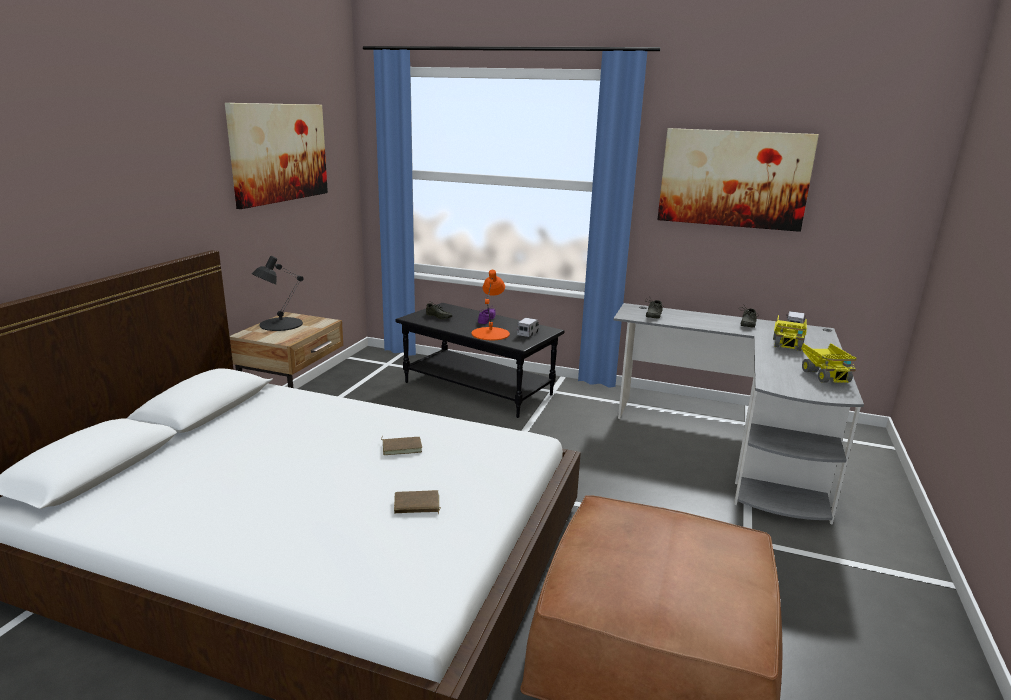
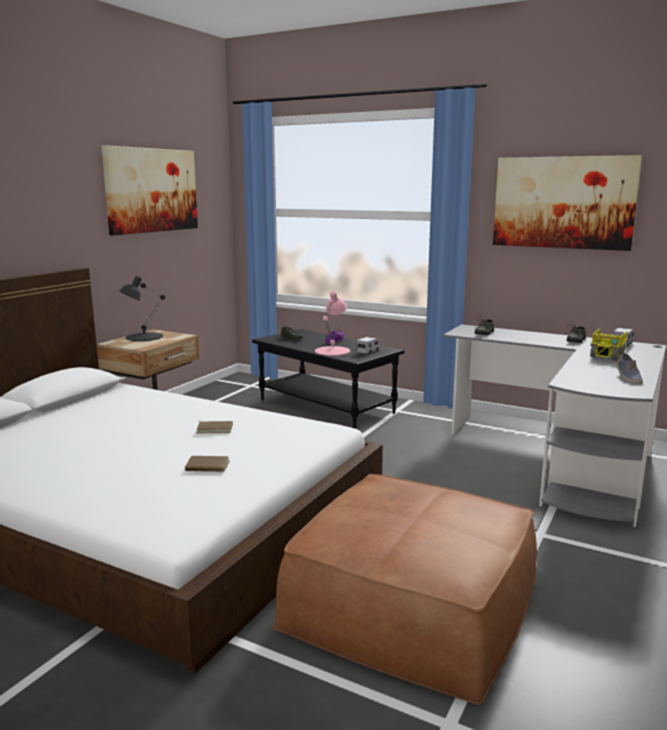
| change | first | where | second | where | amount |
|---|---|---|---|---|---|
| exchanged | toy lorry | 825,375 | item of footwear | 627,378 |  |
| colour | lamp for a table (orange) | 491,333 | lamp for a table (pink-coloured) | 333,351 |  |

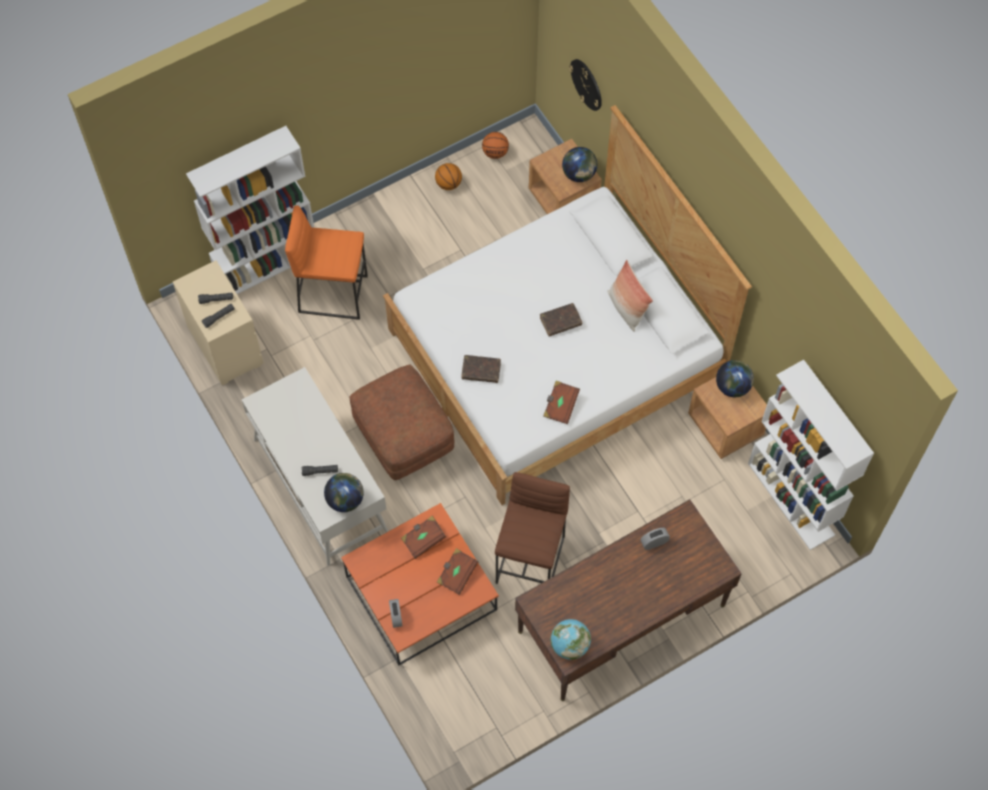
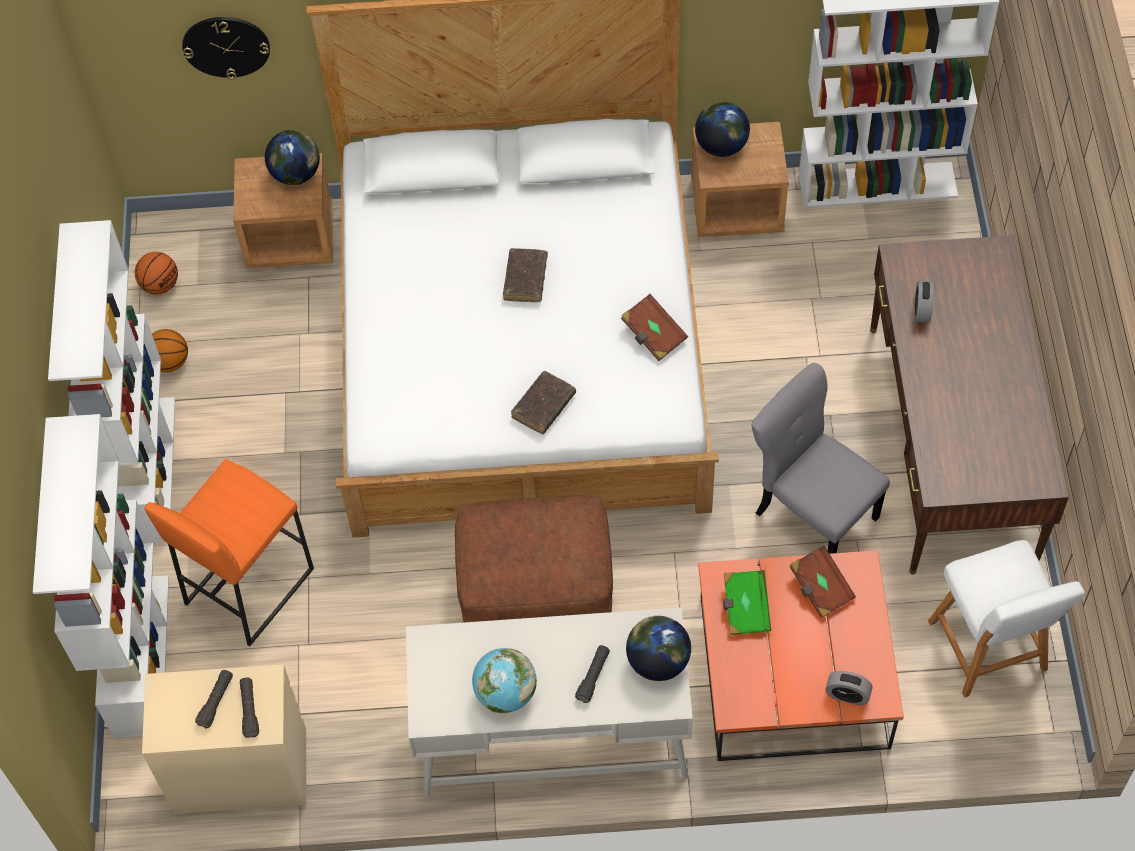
| change | first | where | second | where | amount |
|---|---|---|---|---|---|
| missing | pillow | 626,308 |  |  |  |
| appeared |  |  | bookshelf (whitish) | 148,469 |  |
| appeared |  |  | stool (whitish) | 990,650 |  |
| relocated | globe | 569,645 |  | 505,693 |  |
| exchanged | stool (brown-coloured) | 531,560 | chair (grey) | 813,512 |  |
| colour | book (brown-coloured) | 423,539 | book (green-coloured) | 745,608 |  |

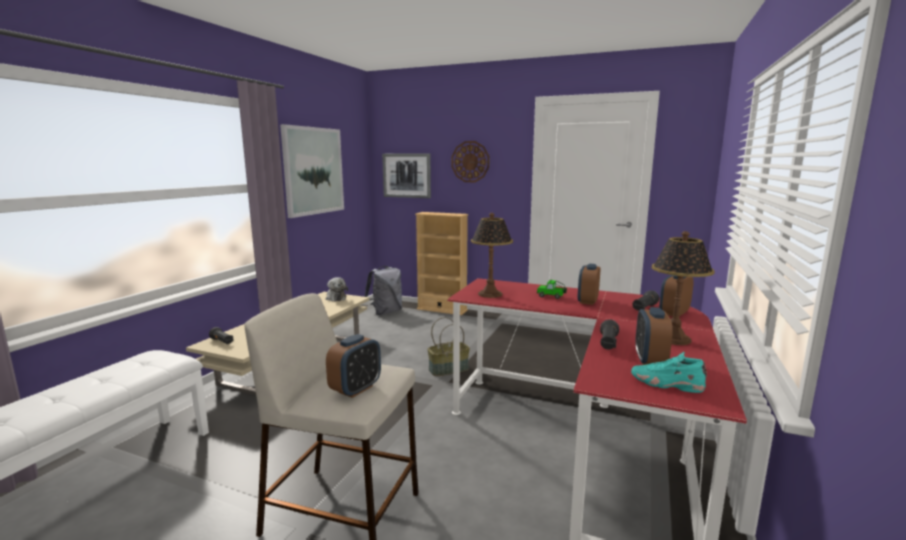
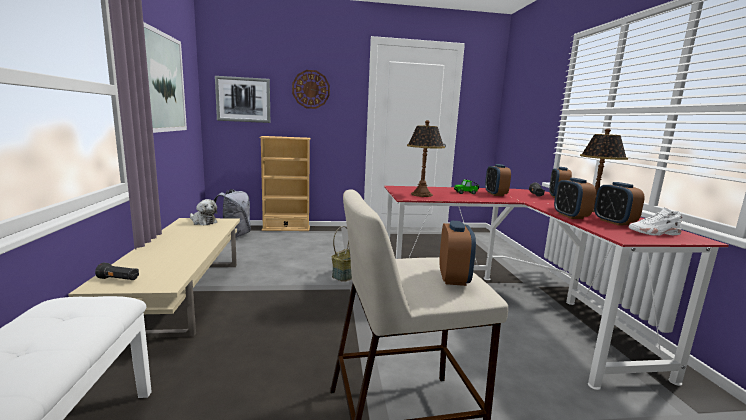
| change | first | where | second | where | amount |
|---|---|---|---|---|---|
| exchanged | hand torch (blackish) | 608,344 | table clock | 570,216 |  |
| colour | item of footwear (blue-green) | 666,384 | item of footwear (whitish) | 654,233 |  |

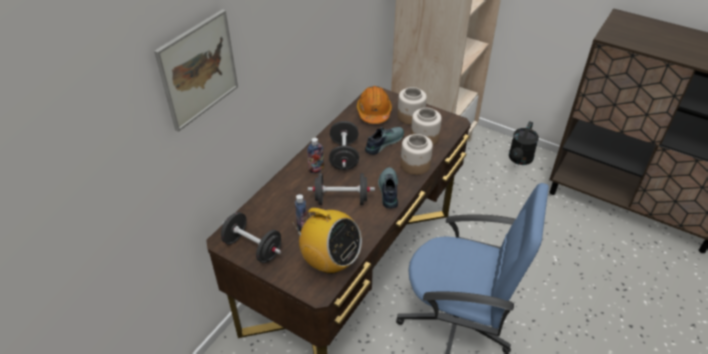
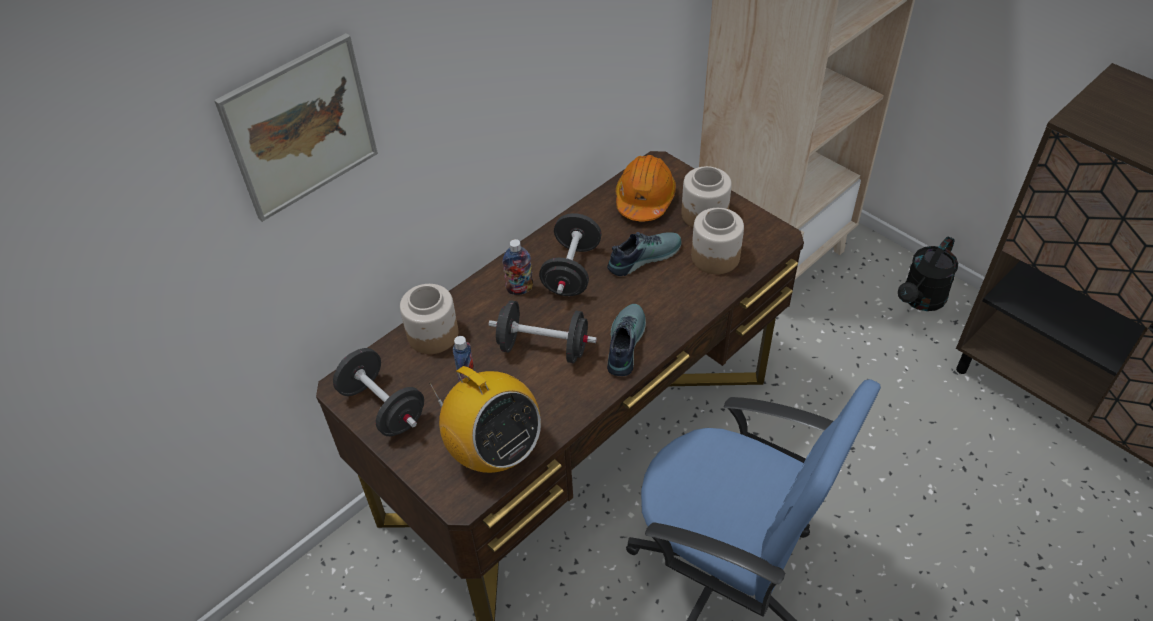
| change | first | where | second | where | amount |
|---|---|---|---|---|---|
| relocated | preserve jar | 415,165 |  | 432,335 |  |

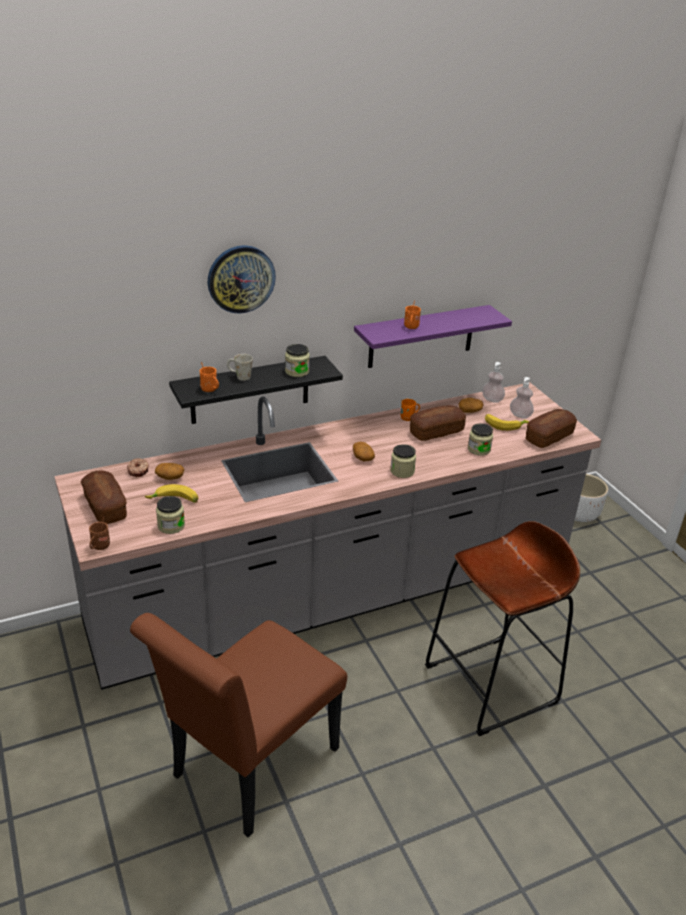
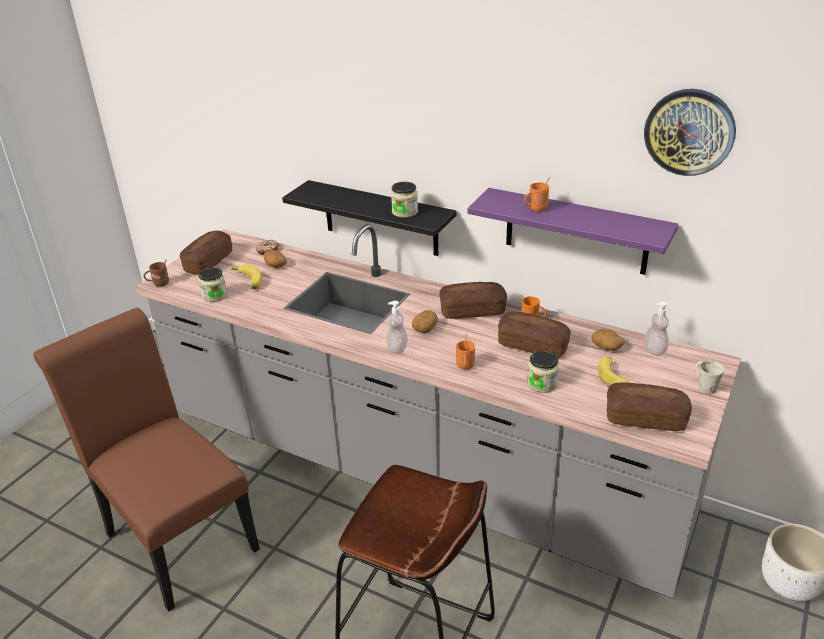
| change | first | where | second | where | amount |
|---|---|---|---|---|---|
| missing | preserve jar | 402,471 |  |  |  |
| appeared |  |  | baked bread | 472,311 |  |
| relocated | tea mug (orange) | 210,390 |  | 465,367 |  |
| relocated | hanging clock | 241,279 |  | 689,132 |  |
| relocated | tea mug (whitish) | 239,376 |  | 703,386 |  |
| relocated | soap bottle | 520,415 |  | 397,348 |  |
| spun | chair (brown-coloured) | 248,769 |  | 175,535 | 45 degrees clockwise |

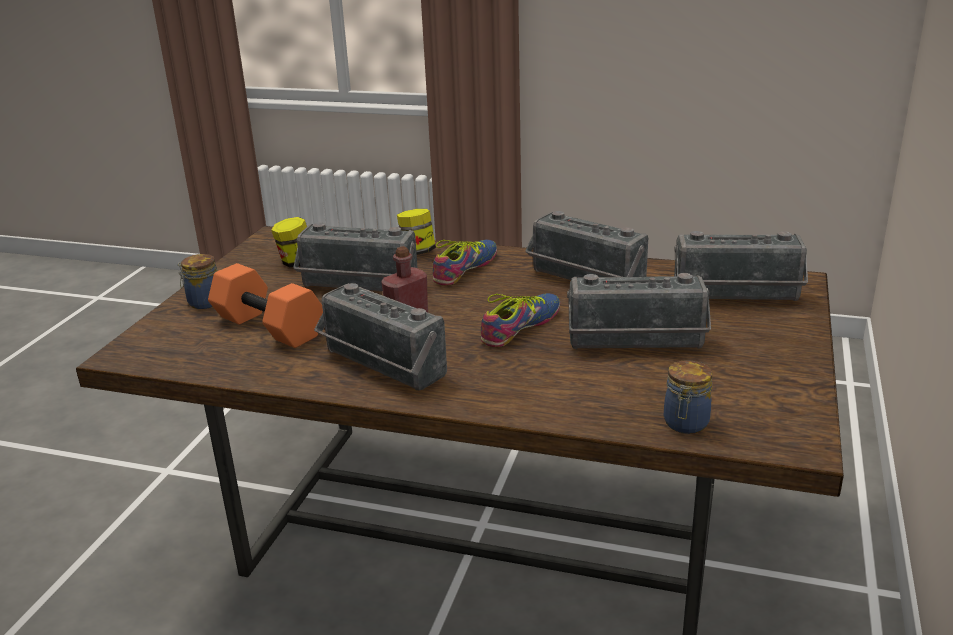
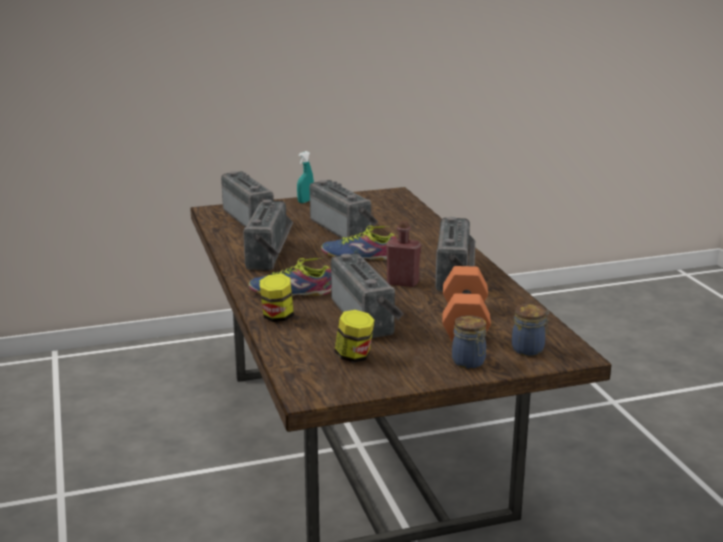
| change | first | where | second | where | amount |
|---|---|---|---|---|---|
| appeared |  |  | sprayer (blue-green) | 305,201 |  |
| relocated | preserve jar | 685,424 |  | 529,349 |  |

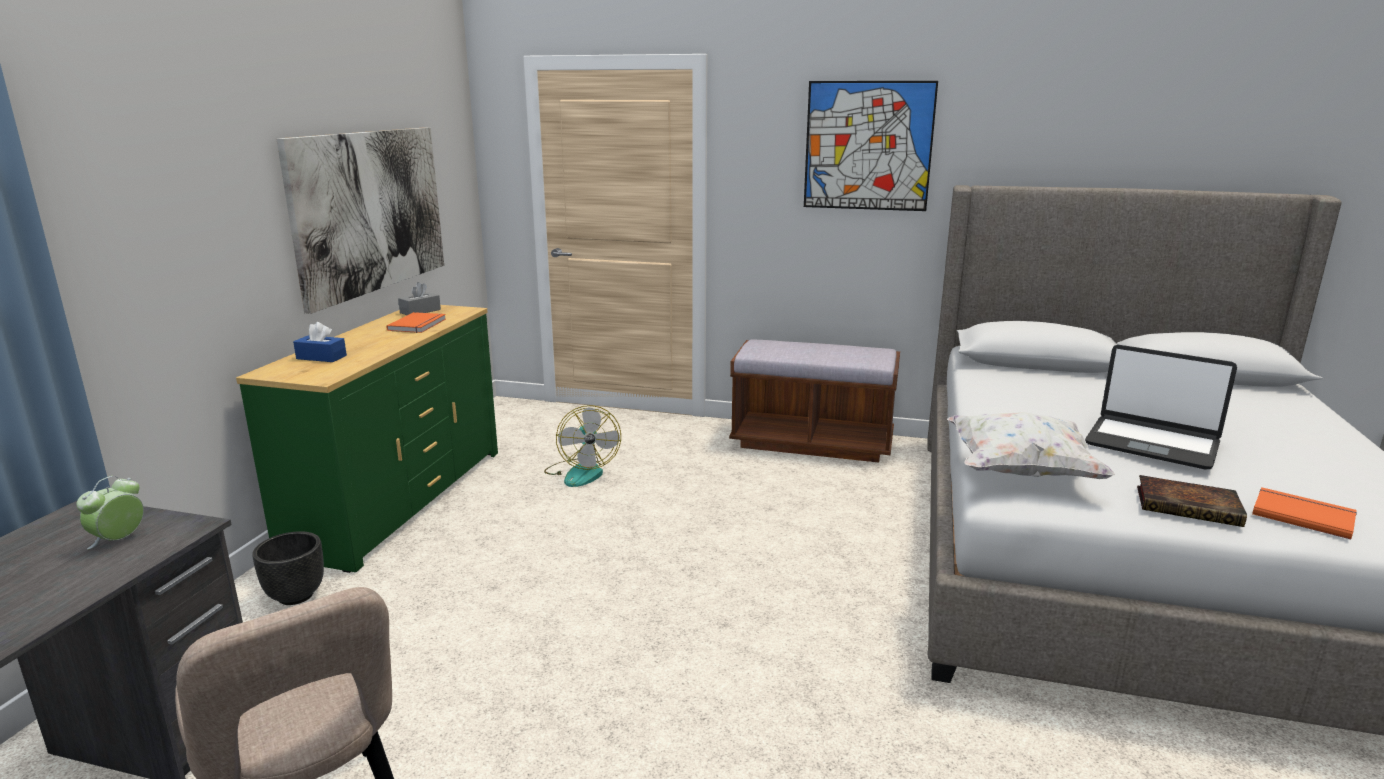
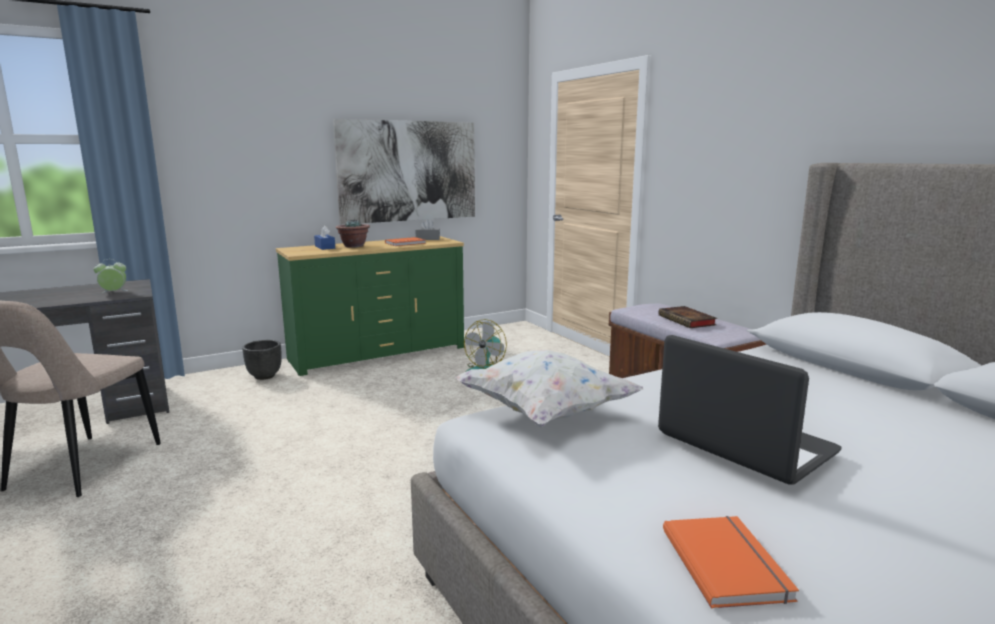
| change | first | where | second | where | amount |
|---|---|---|---|---|---|
| missing | wall picture | 868,146 |  |  |  |
| appeared |  |  | potted plant | 353,246 |  |
| relocated | book | 1190,507 |  | 688,321 |  |
| spun | notebook computer | 1152,443 |  | 745,445 | 150 degrees clockwise |

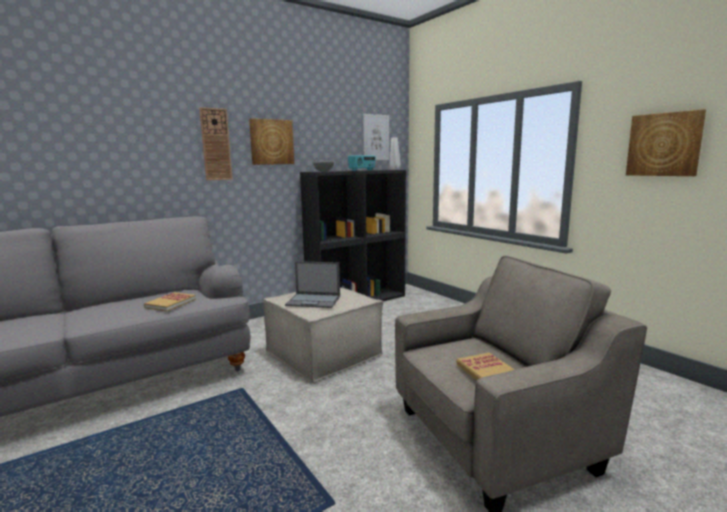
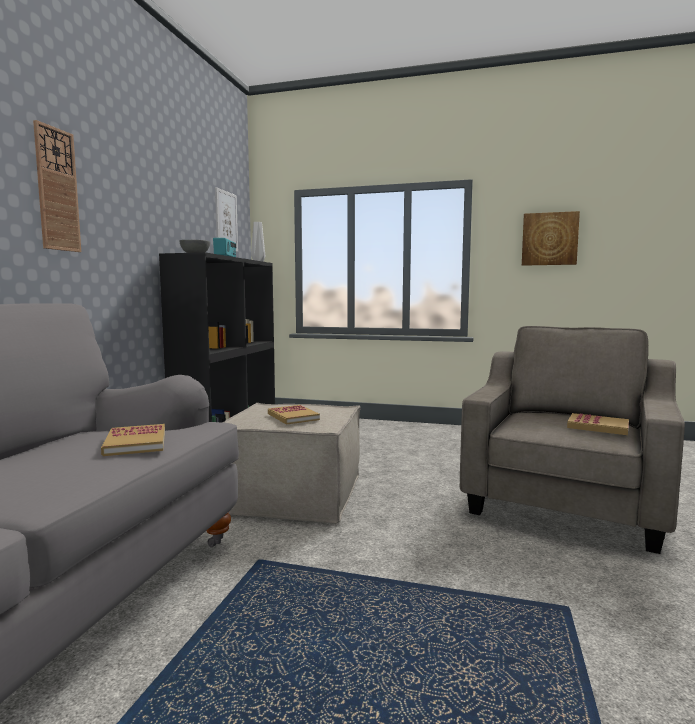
| change | first | where | second | where | amount |
|---|---|---|---|---|---|
| missing | wall picture | 271,142 |  |  |  |
| exchanged | notebook computer | 314,301 | book | 293,417 |  |

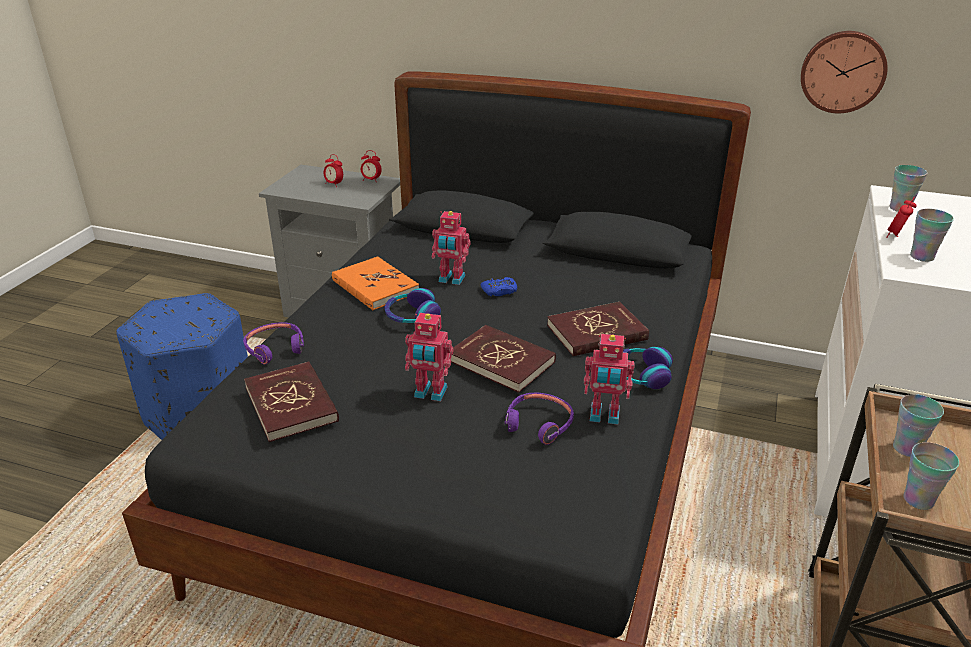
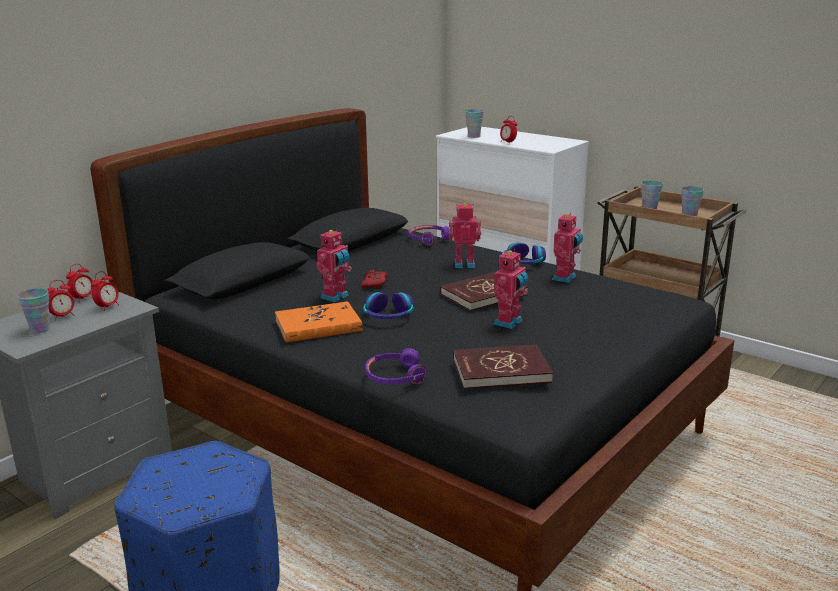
| change | first | where | second | where | amount |
|---|---|---|---|---|---|
| missing | hanging clock | 843,71 |  |  |  |
| appeared |  |  | table clock | 107,307 |  |
| relocated | headphones (purplish) | 539,424 |  | 428,239 |  |
| relocated | cup | 922,256 |  | 40,329 |  |
| exchanged | book (red) | 597,333 | model robot | 464,264 |  |
| colour | gamepad (bluish) | 499,291 | gamepad (red) | 374,283 |  |

